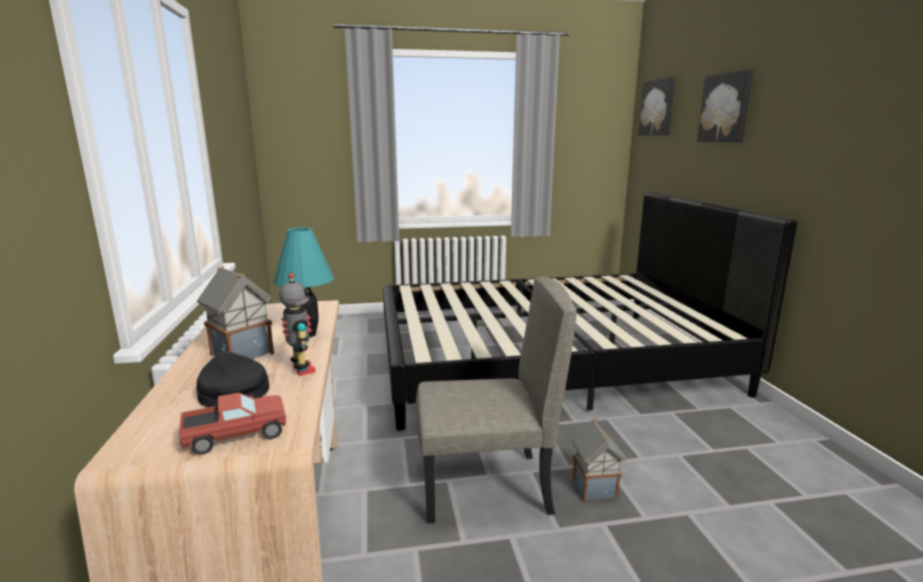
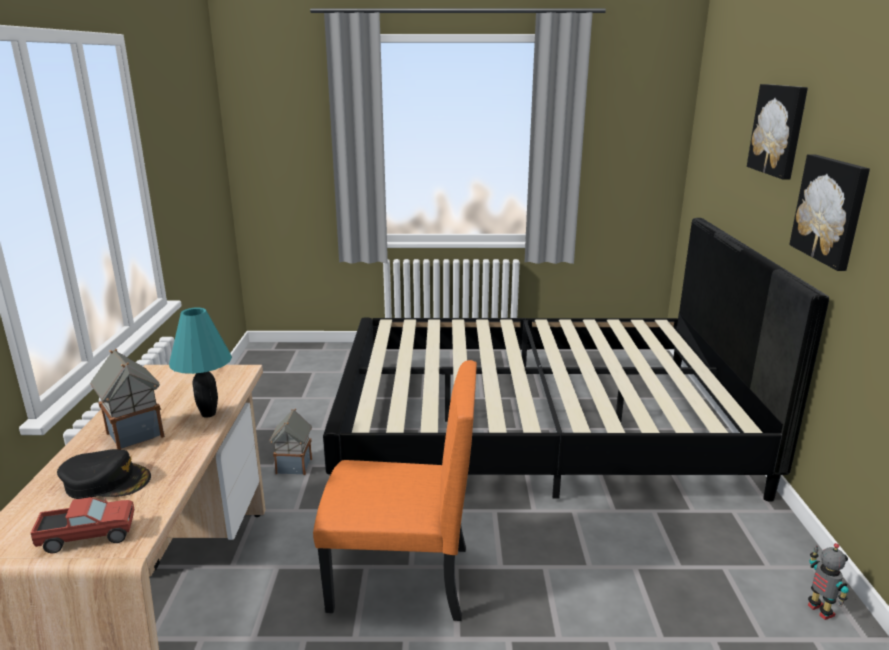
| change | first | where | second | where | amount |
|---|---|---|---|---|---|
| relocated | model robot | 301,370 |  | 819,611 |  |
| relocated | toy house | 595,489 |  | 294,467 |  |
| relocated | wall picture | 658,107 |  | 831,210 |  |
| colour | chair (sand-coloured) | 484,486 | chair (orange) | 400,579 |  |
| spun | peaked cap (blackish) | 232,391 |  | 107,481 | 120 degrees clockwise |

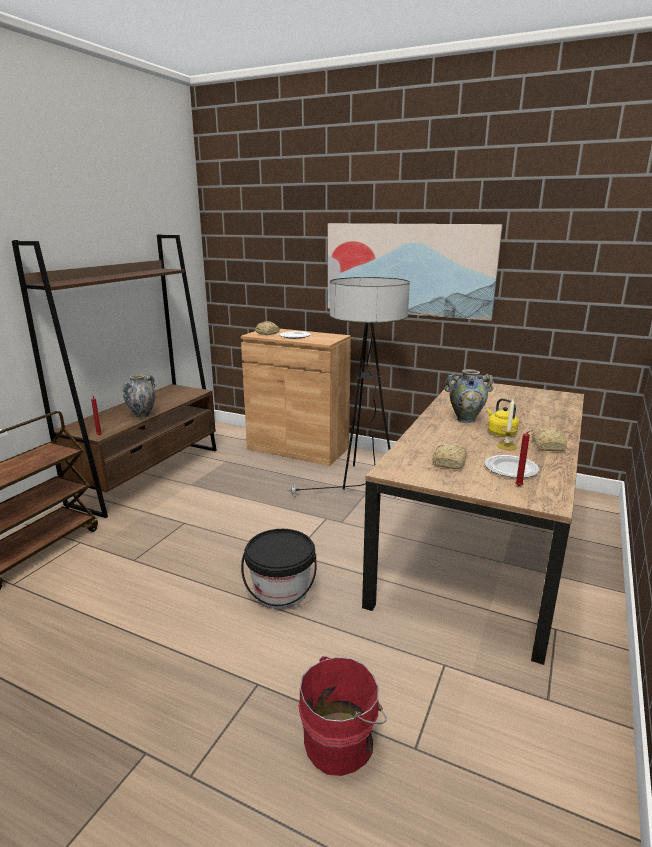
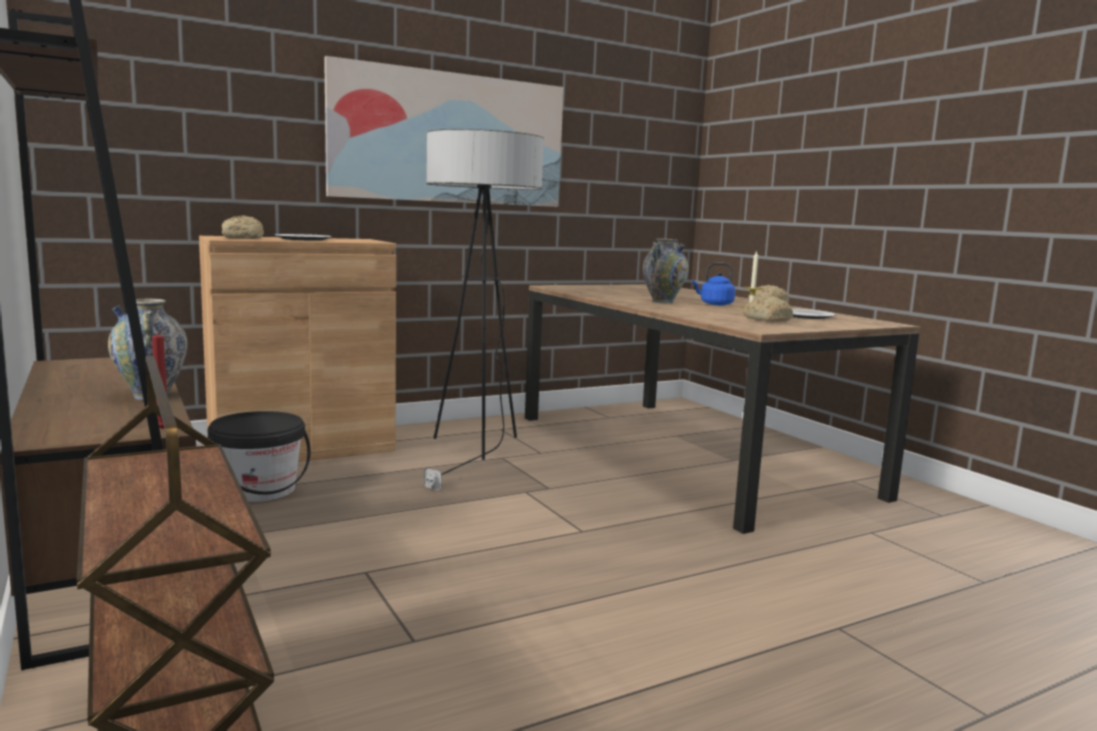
| change | first | where | second | where | amount |
|---|---|---|---|---|---|
| missing | pail (red) | 342,741 |  |  |  |
| missing | candle (red) | 520,486 |  |  |  |
| relocated | pail (blackish) | 281,592 |  | 259,490 |  |
| colour | water kettle (yellow-coloured) | 500,432 | water kettle (bluish) | 714,304 |  |

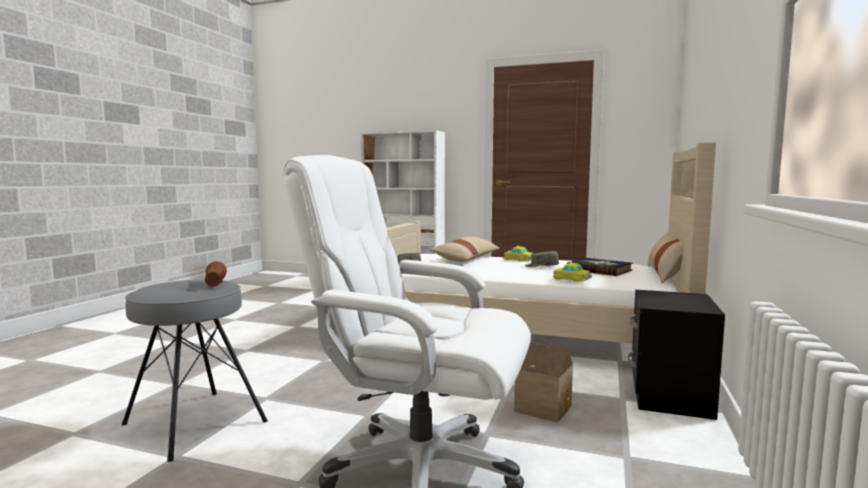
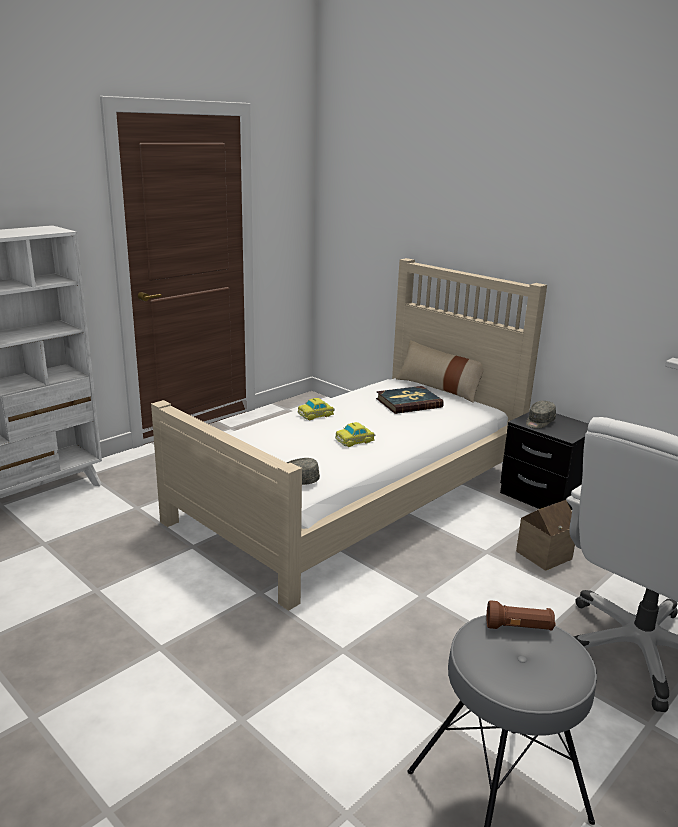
| change | first | where | second | where | amount |
|---|---|---|---|---|---|
| missing | pillow (sand-coloured) | 466,259 |  |  |  |
| relocated | peaked cap (grey) | 541,266 |  | 539,422 |  |
| relocated | miniature car | 572,279 |  | 355,440 |  |

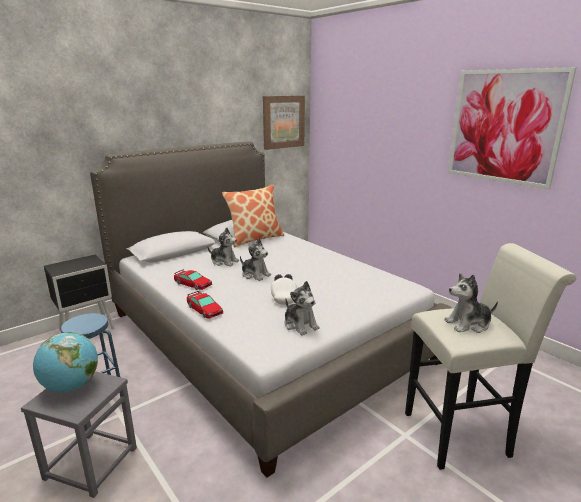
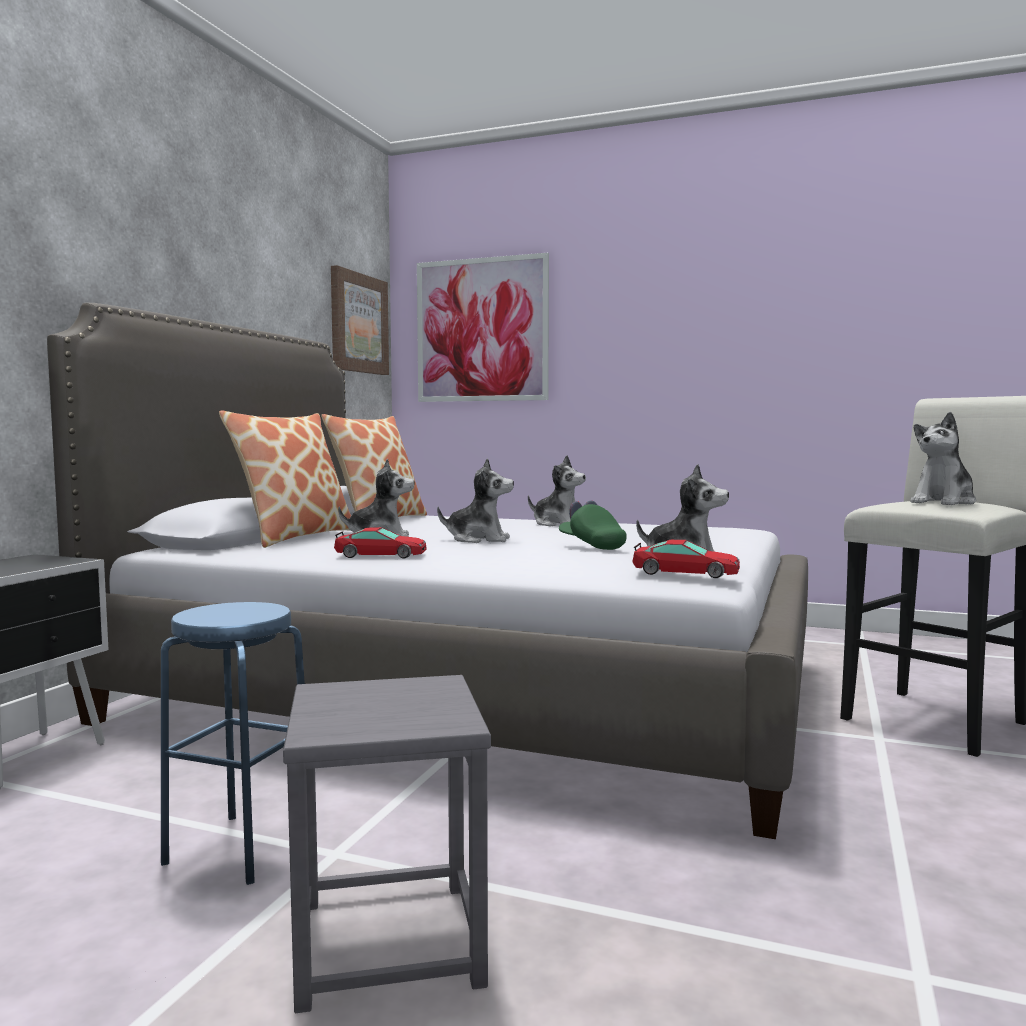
| change | first | where | second | where | amount |
|---|---|---|---|---|---|
| missing | globe | 71,386 |  |  |  |
| appeared |  |  | pillow | 294,537 |  |
| appeared |  |  | plush toy | 558,524 |  |
| relocated | miniature car | 204,310 |  | 685,573 |  |
| relocated | wall picture | 504,127 |  | 482,330 |  |
| colour | peaked cap (whitish) | 283,297 | peaked cap (green-coloured) | 591,545 |  |

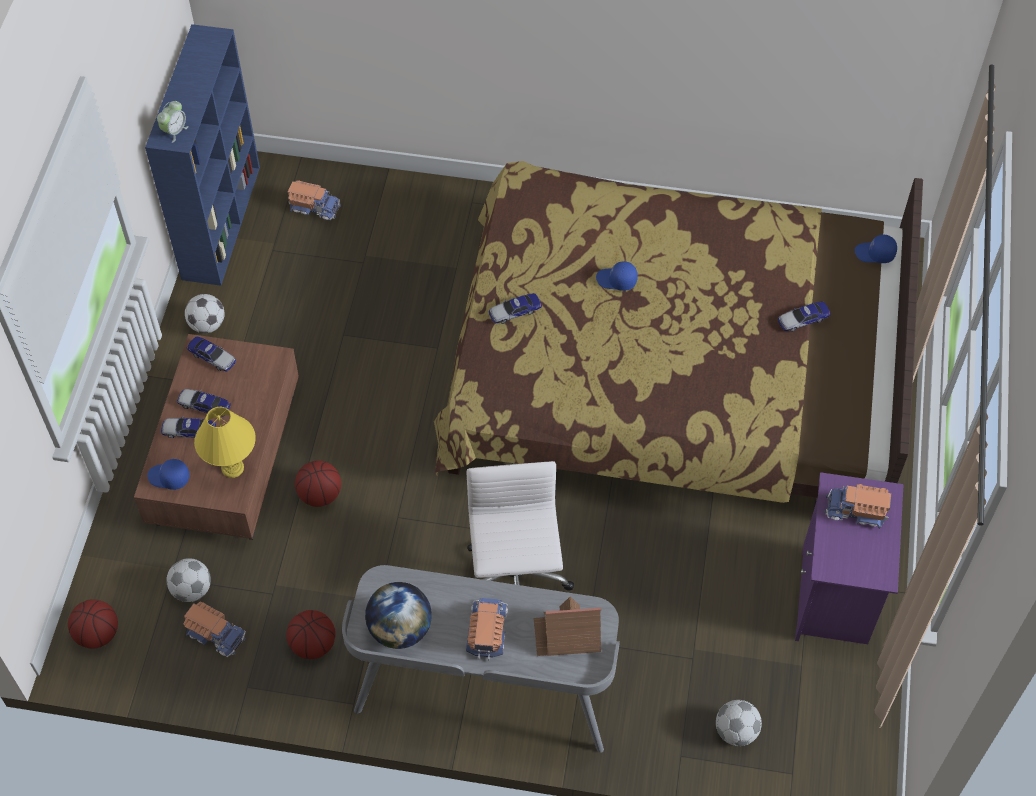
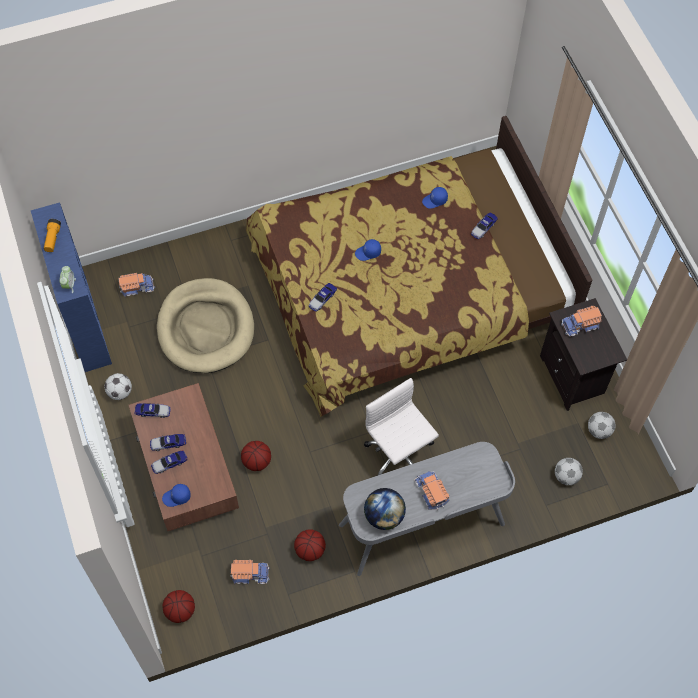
| change | first | where | second | where | amount |
|---|---|---|---|---|---|
| missing | lamp for a table (yellow-coloured) | 232,468 |  |  |  |
| missing | toy house | 567,634 |  |  |  |
| appeared |  |  | hand torch | 52,239 |  |
| appeared |  |  | dog cushion (sand-coloured) | 205,328 |  |
| relocated | ball for football | 191,590 |  | 599,431 |  |
| relocated | peaked cap (bluish) | 875,254 |  | 435,200 |  |
| colour | night table (purplish) | 835,598 | night table (blackish) | 573,376 |  |

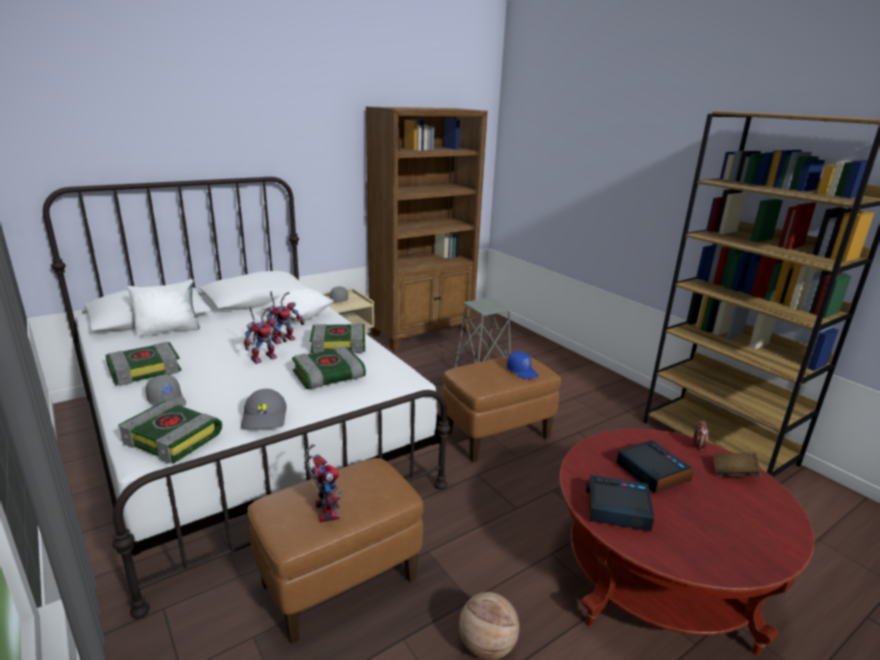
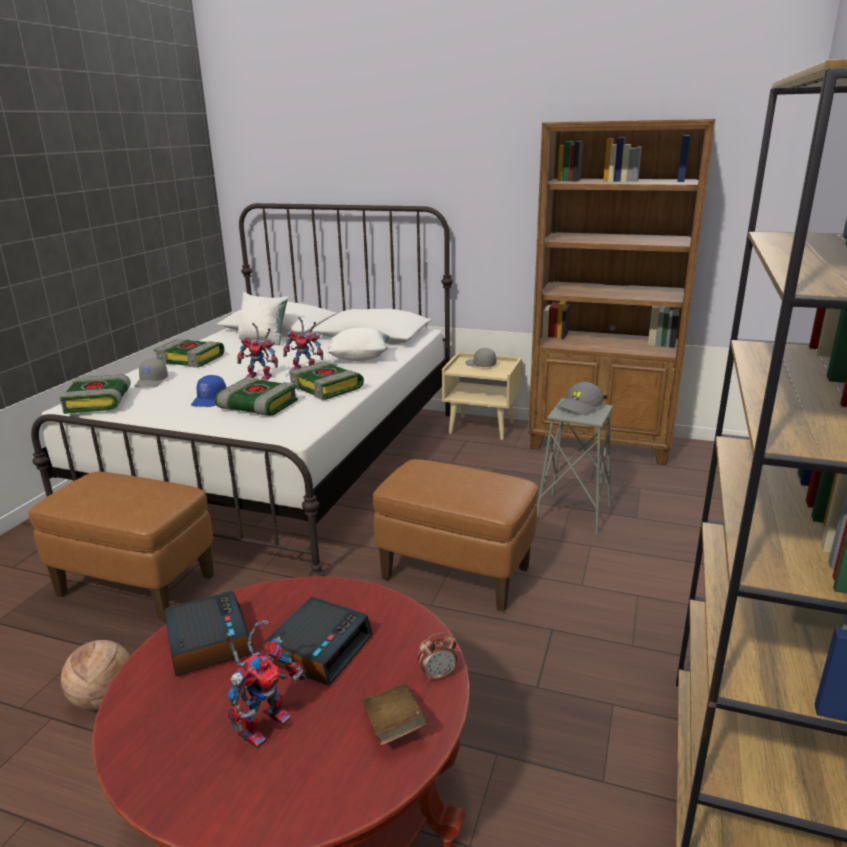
| change | first | where | second | where | amount |
|---|---|---|---|---|---|
| relocated | peaked cap (grey) | 265,418 |  | 580,407 |  |
| relocated | model robot | 324,509 |  | 265,721 |  |
| relocated | peaked cap (bluish) | 522,371 |  | 210,400 |  |

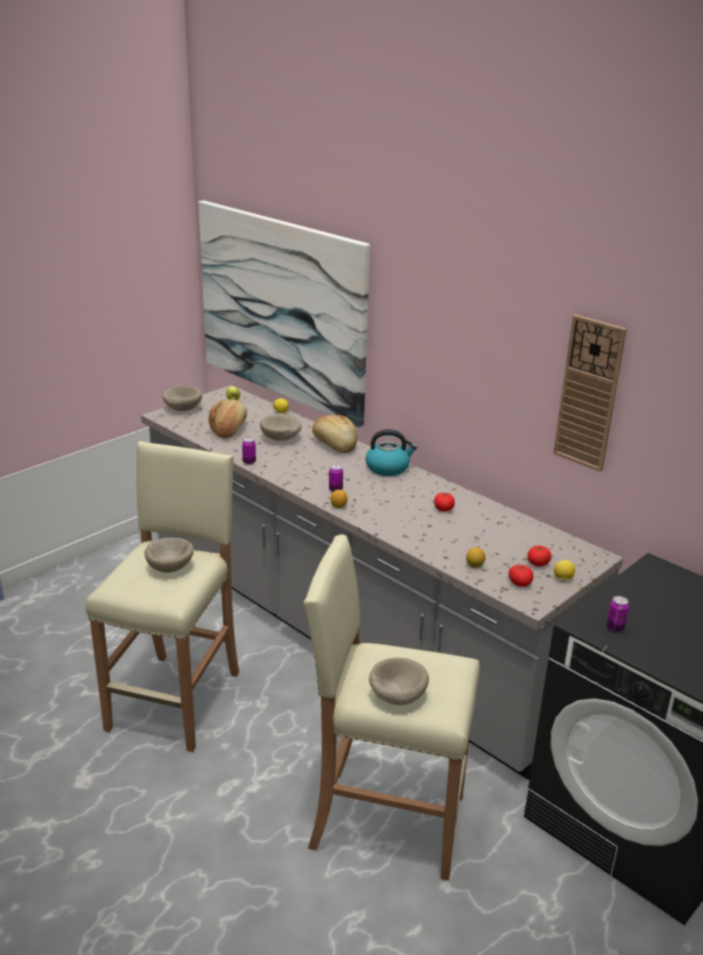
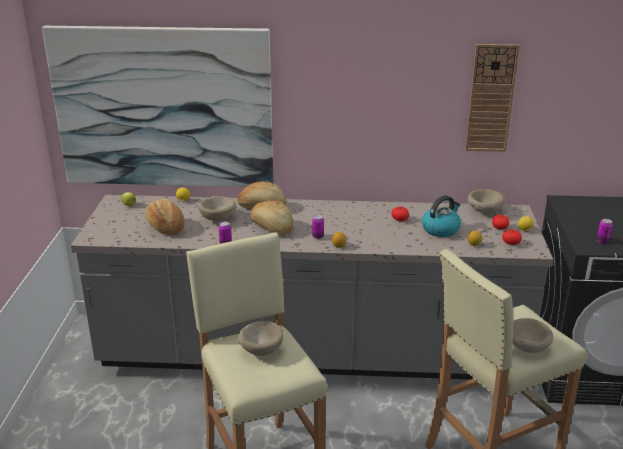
| change | first | where | second | where | amount |
|---|---|---|---|---|---|
| appeared |  |  | baked bread | 271,227 |  |
| relocated | serving bowl (sand-coloured) | 182,409 |  | 484,211 |  |
| relocated | water kettle | 388,468 |  | 440,229 |  |

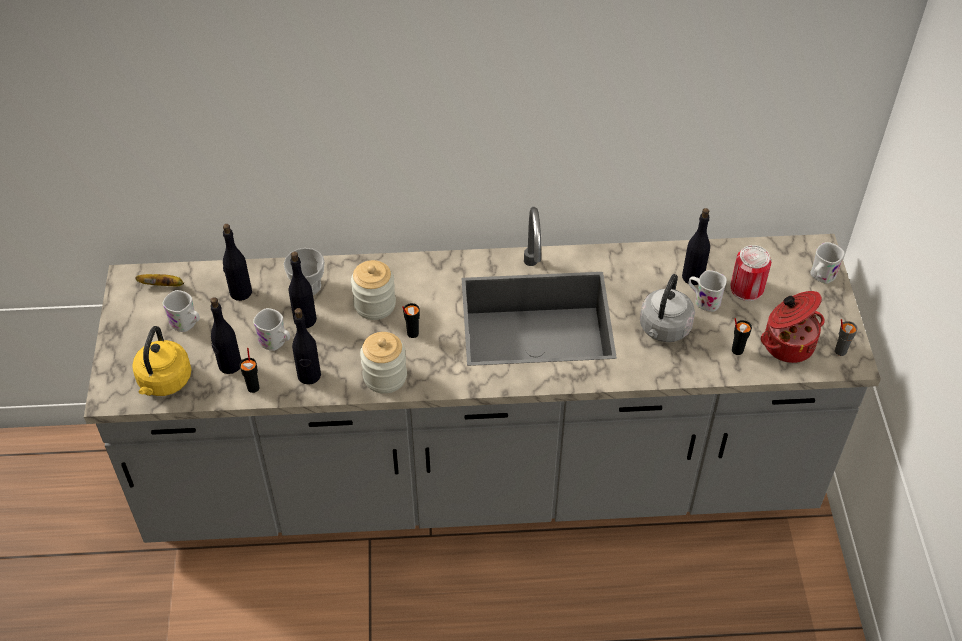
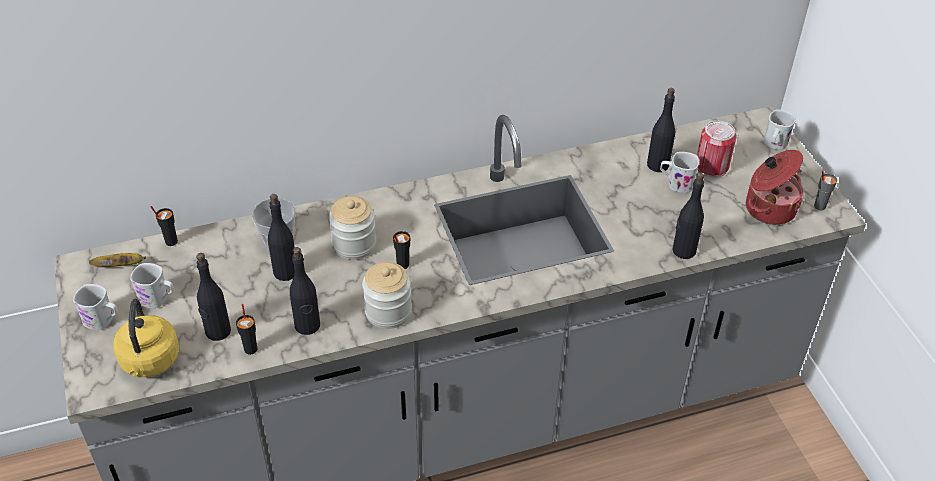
| change | first | where | second | where | amount |
|---|---|---|---|---|---|
| missing | water kettle (grey) | 663,329 |  |  |  |
| relocated | bottle (blackish) | 240,292 |  | 683,250 |  |
| relocated | tea mug (whitish) | 276,342 |  | 103,320 |  |
| relocated | cup (blackish) | 737,350 |  | 171,241 |  |

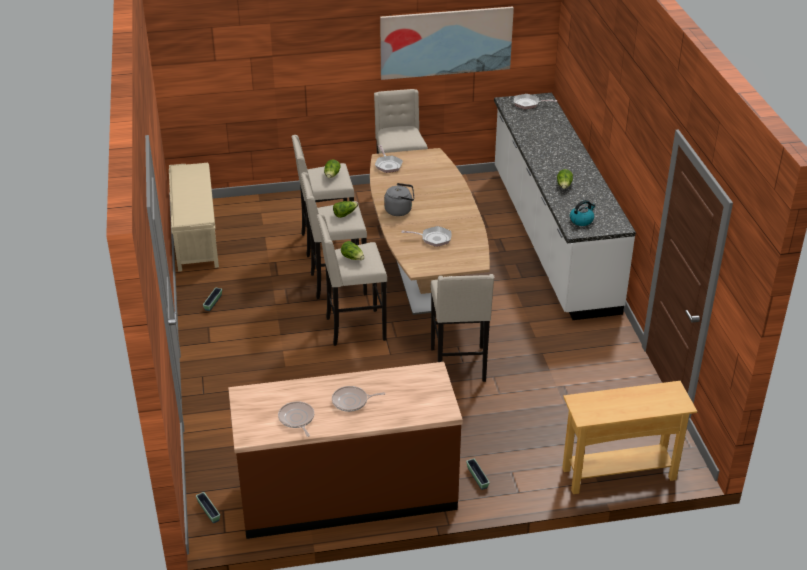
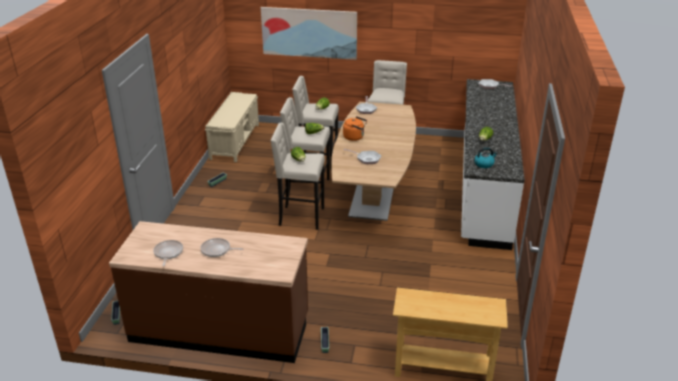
| change | first | where | second | where | amount |
|---|---|---|---|---|---|
| missing | stool (sand-coloured) | 459,366 |  |  |  |
| relocated | wall picture | 446,42 |  | 309,33 |  |
| colour | water kettle (grey) | 400,210 | water kettle (orange) | 355,137 |  |

